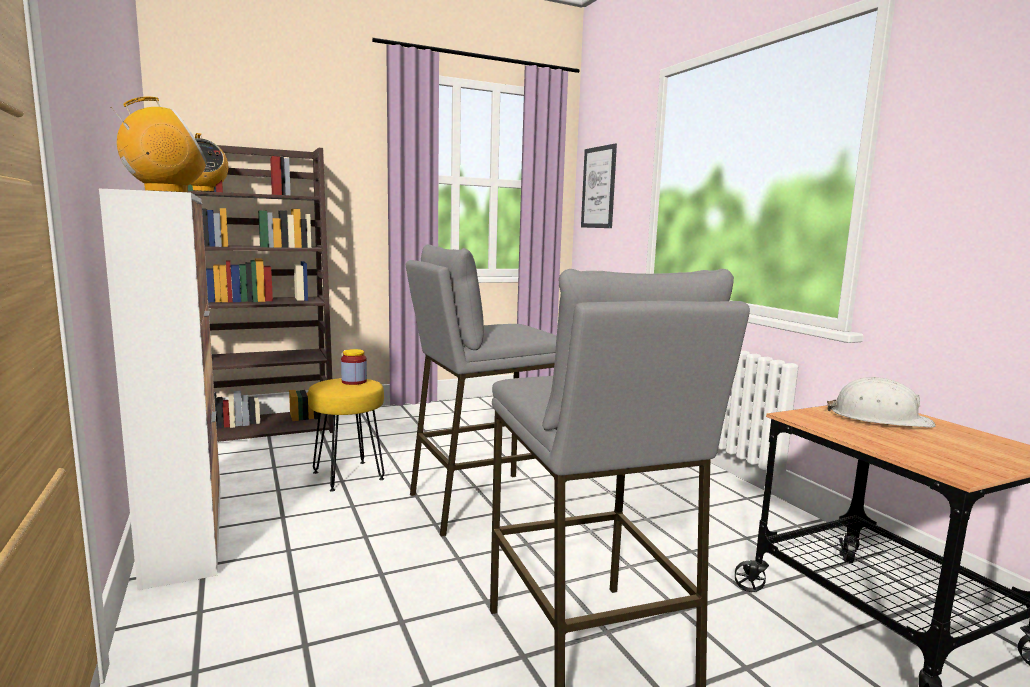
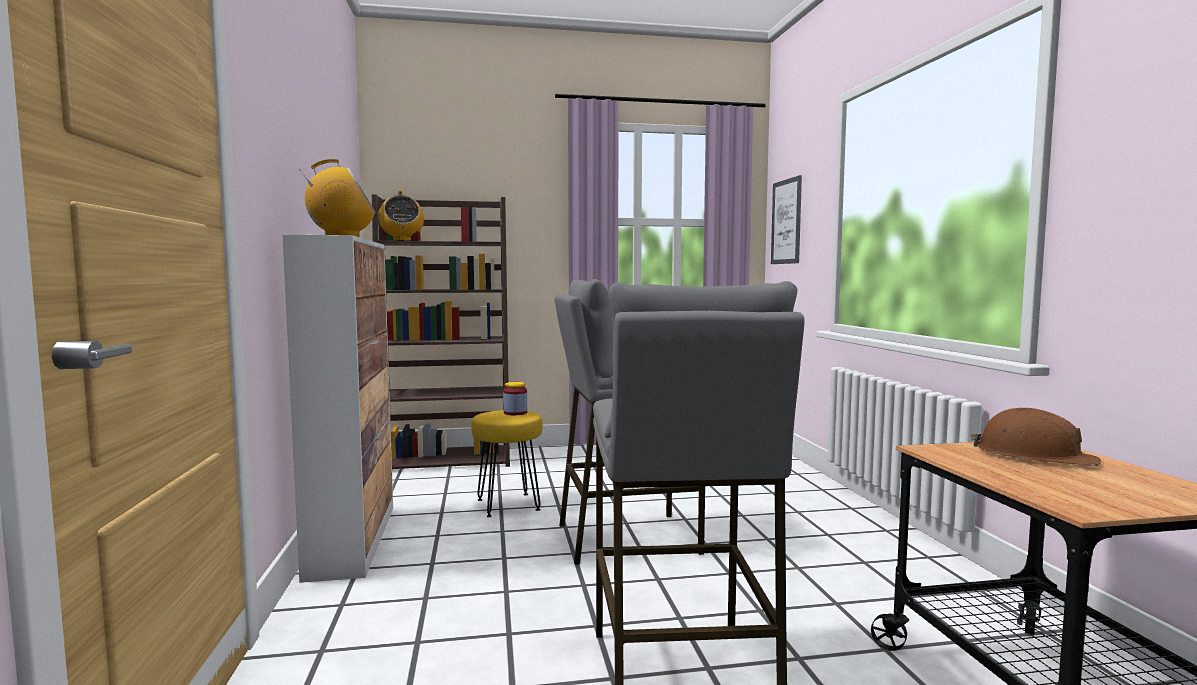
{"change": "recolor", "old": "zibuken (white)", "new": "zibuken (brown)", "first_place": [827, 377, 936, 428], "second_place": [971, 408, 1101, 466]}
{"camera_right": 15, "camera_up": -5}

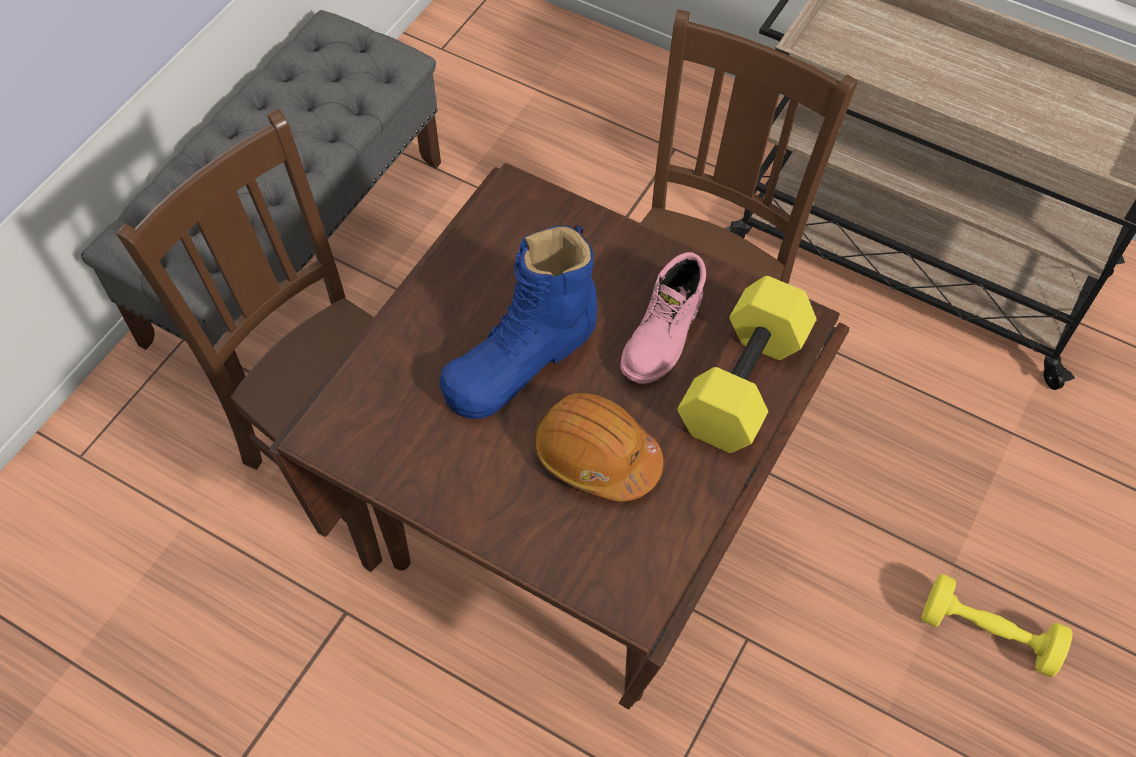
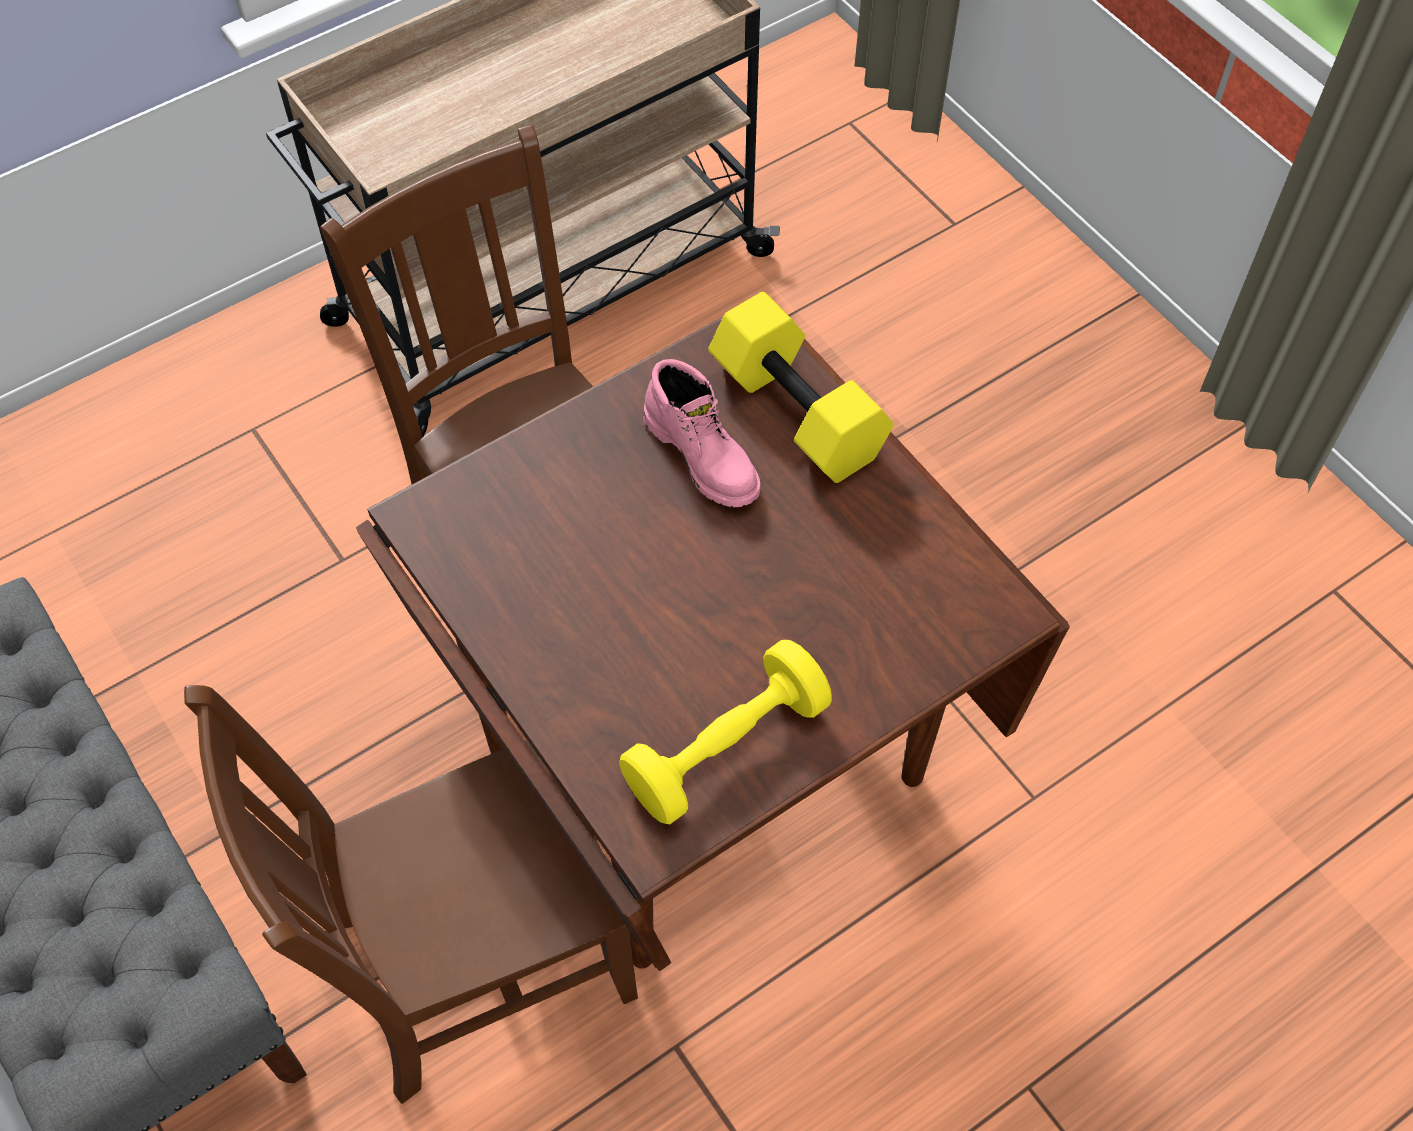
{"change": "move", "old": "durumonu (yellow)", "first_place": [922, 573, 1072, 677], "second_place": [619, 640, 832, 824]}
{"change": "delete", "old": "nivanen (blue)", "first_place": [440, 224, 597, 419]}
{"change": "delete", "old": "zibuken (orange)", "first_place": [534, 393, 663, 501]}
{"camera_right": -65, "camera_up": 0}

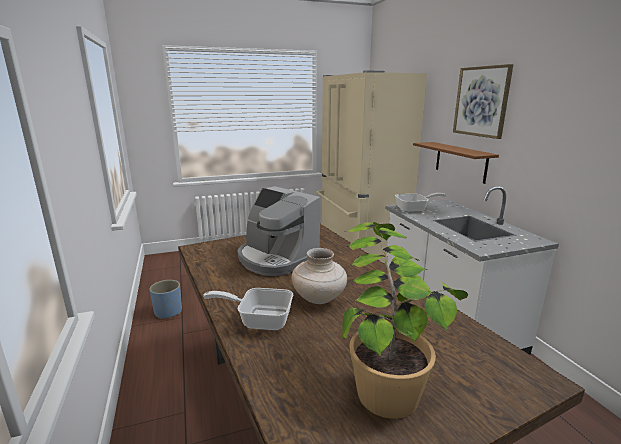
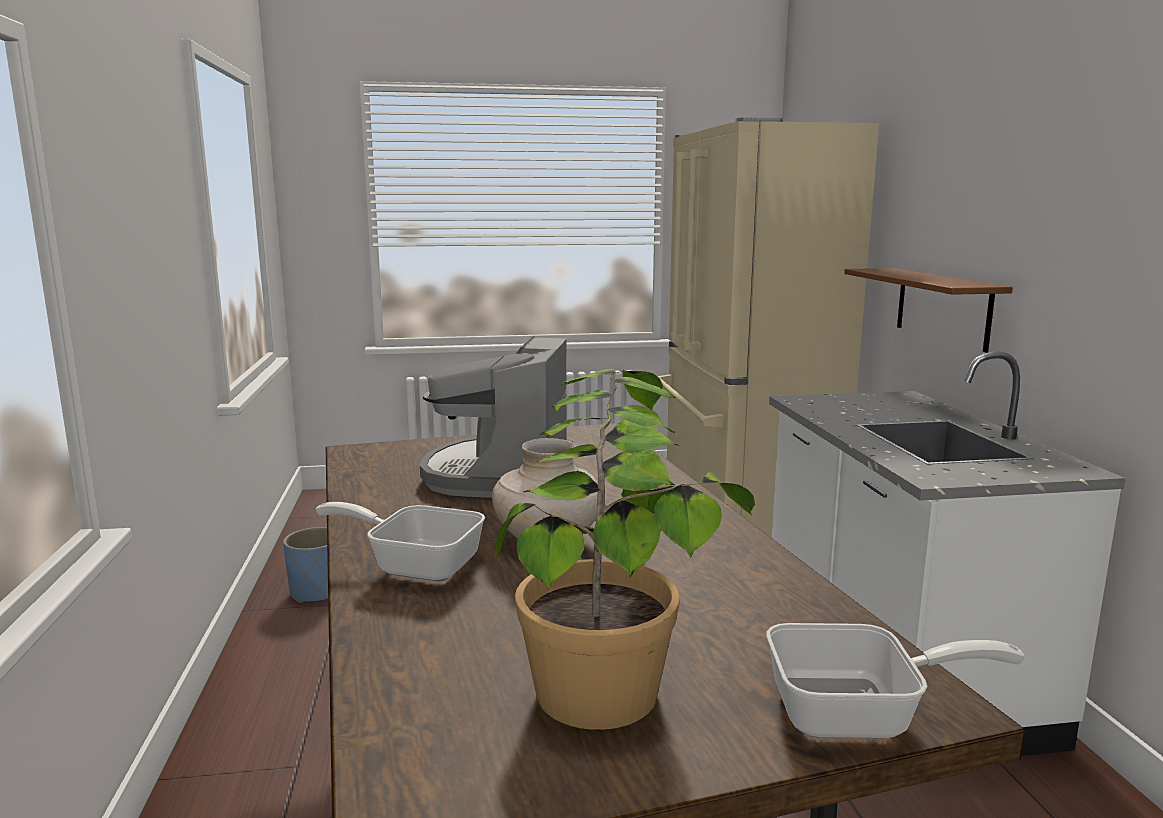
{"change": "rotate", "old": "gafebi", "first_place": [237, 186, 320, 276], "second_place": [420, 336, 573, 498], "degrees": 45}
{"change": "move", "old": "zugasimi", "first_place": [395, 193, 446, 212], "second_place": [766, 623, 1025, 738]}
{"change": "delete", "old": "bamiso", "first_place": [453, 64, 514, 139]}
{"camera_right": 10, "camera_up": -5}

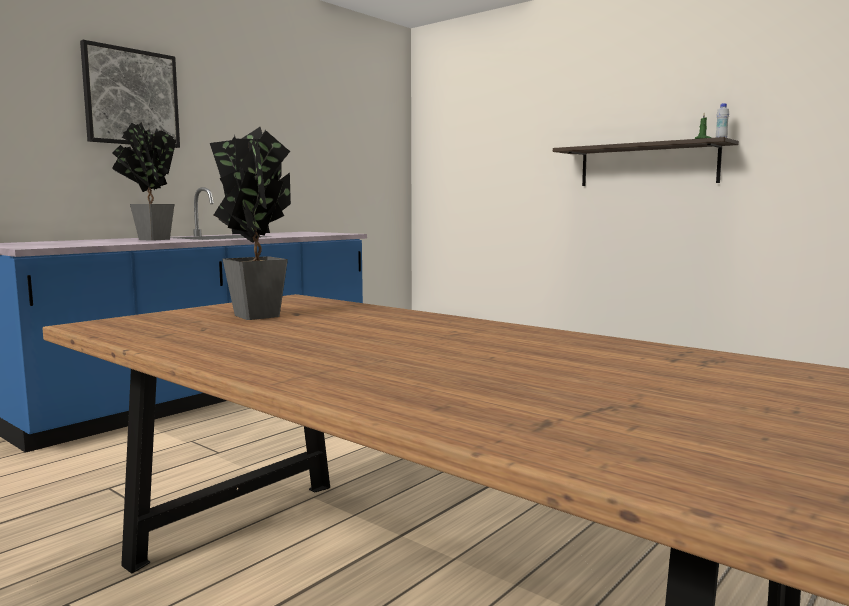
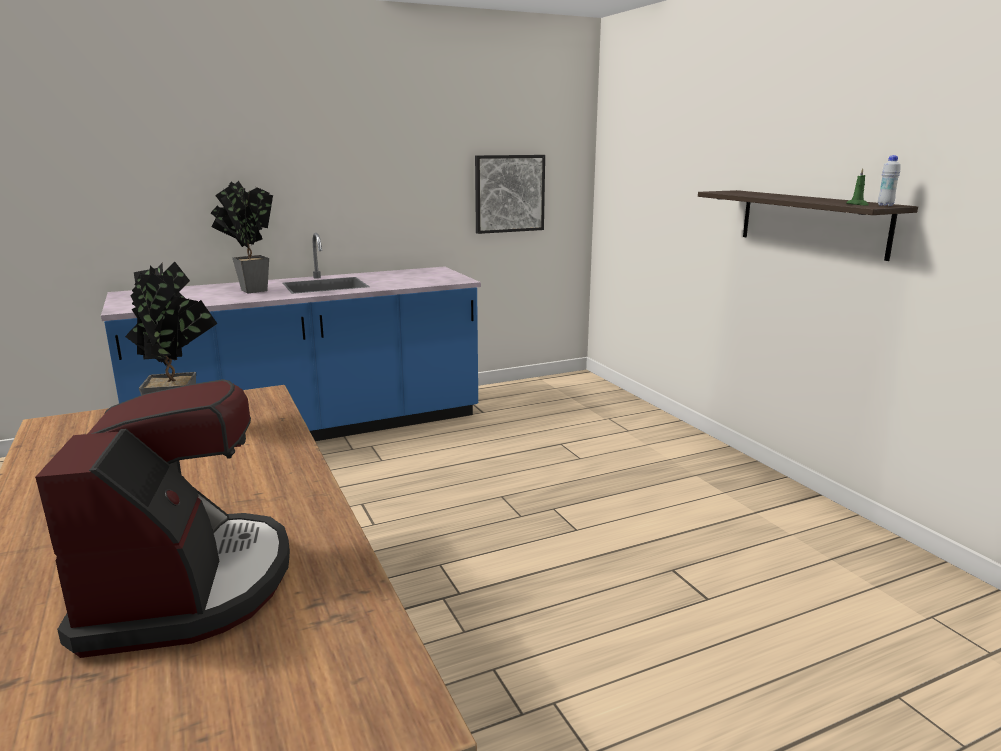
{"change": "insert", "new": "gafebi", "second_place": [35, 379, 290, 658]}
{"change": "move", "old": "bamiso", "first_place": [80, 40, 180, 148], "second_place": [475, 155, 545, 234]}
{"camera_right": 25, "camera_up": 10}

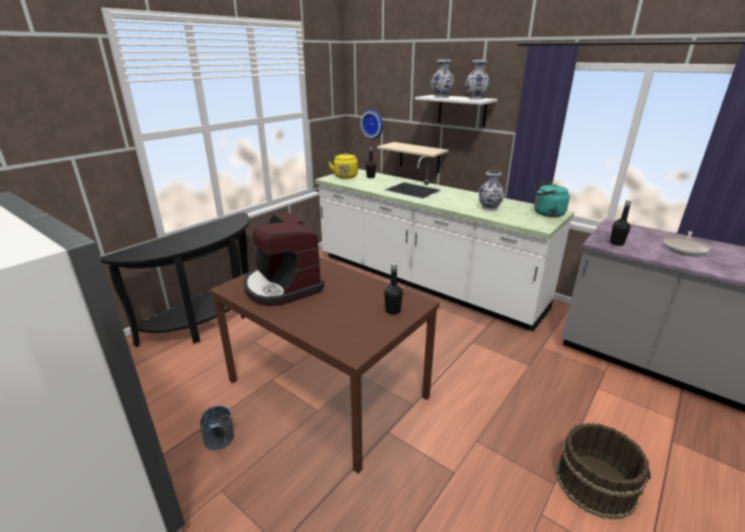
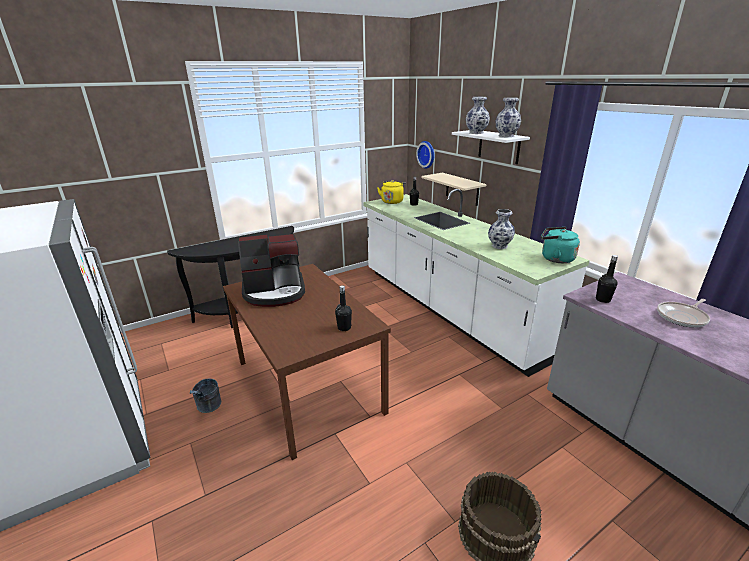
{"change": "rotate", "old": "gafebi", "first_place": [243, 212, 324, 306], "second_place": [238, 234, 305, 307], "degrees": -90}
{"camera_right": 20, "camera_up": 0}

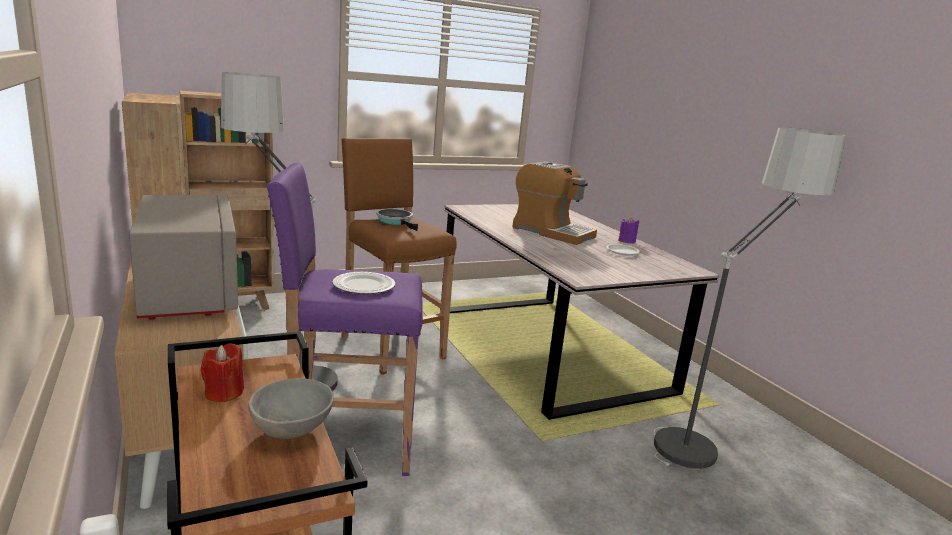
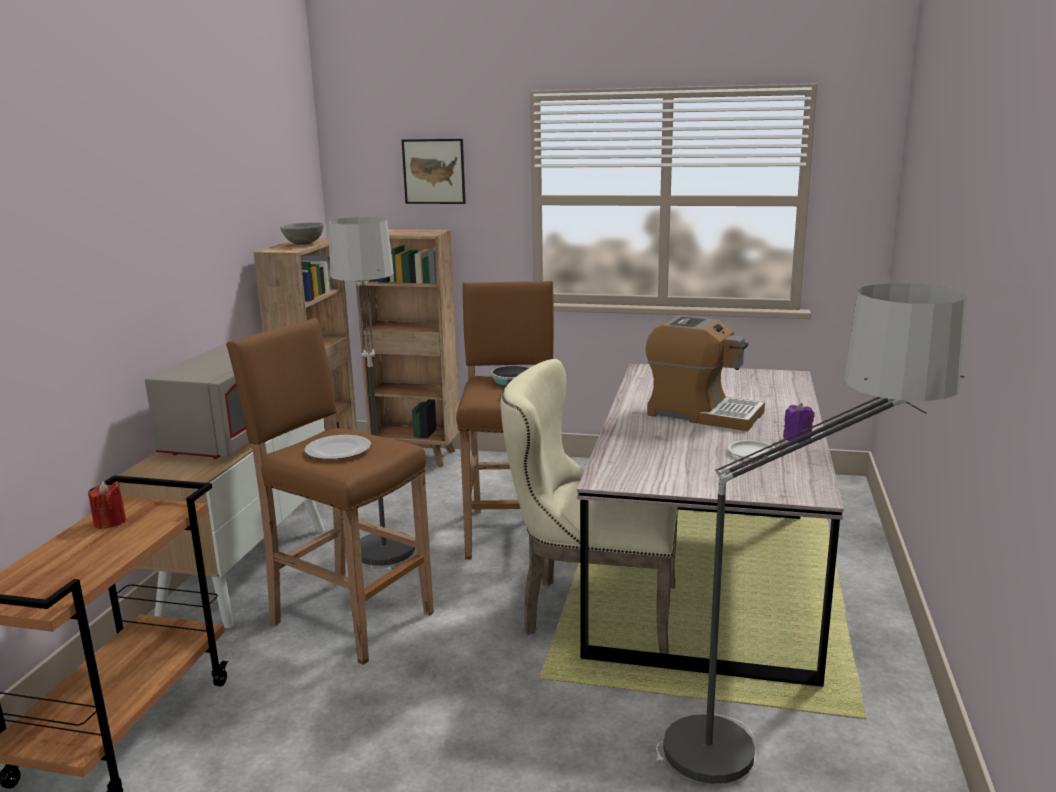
{"change": "recolor", "old": "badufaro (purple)", "new": "badufaro (brown)", "first_place": [266, 163, 423, 476], "second_place": [226, 318, 434, 665]}
{"change": "move", "old": "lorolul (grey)", "first_place": [248, 378, 334, 439], "second_place": [281, 222, 323, 245]}
{"change": "insert", "new": "bamiso", "second_place": [402, 139, 466, 204]}
{"change": "insert", "new": "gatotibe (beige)", "second_place": [500, 359, 678, 654]}
{"change": "rotate", "old": "gafebi", "first_place": [512, 161, 597, 245], "second_place": [646, 316, 765, 431], "degrees": -45}
{"camera_right": 40, "camera_up": 0}

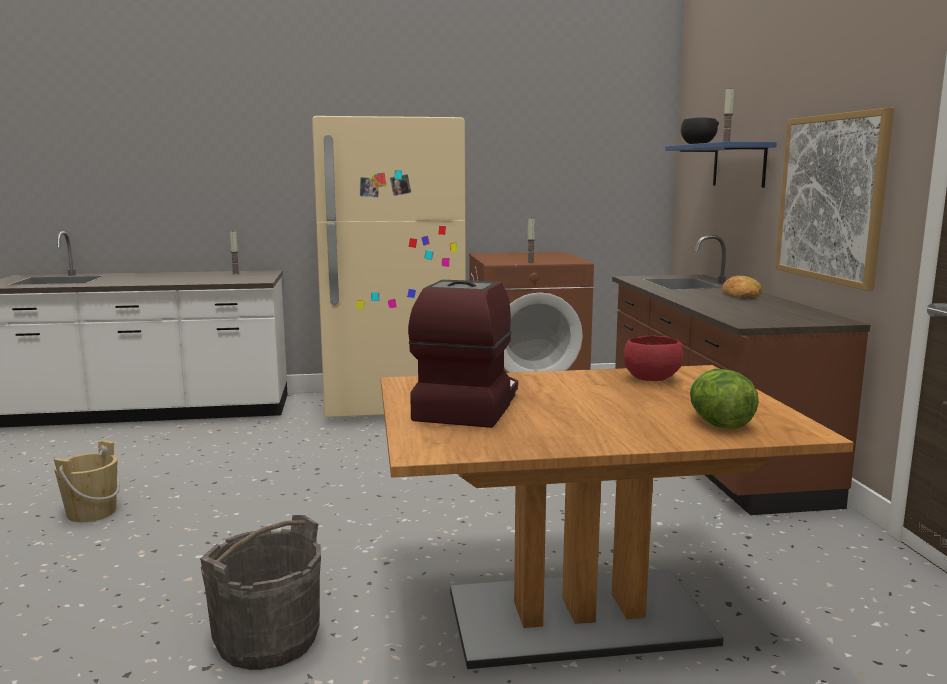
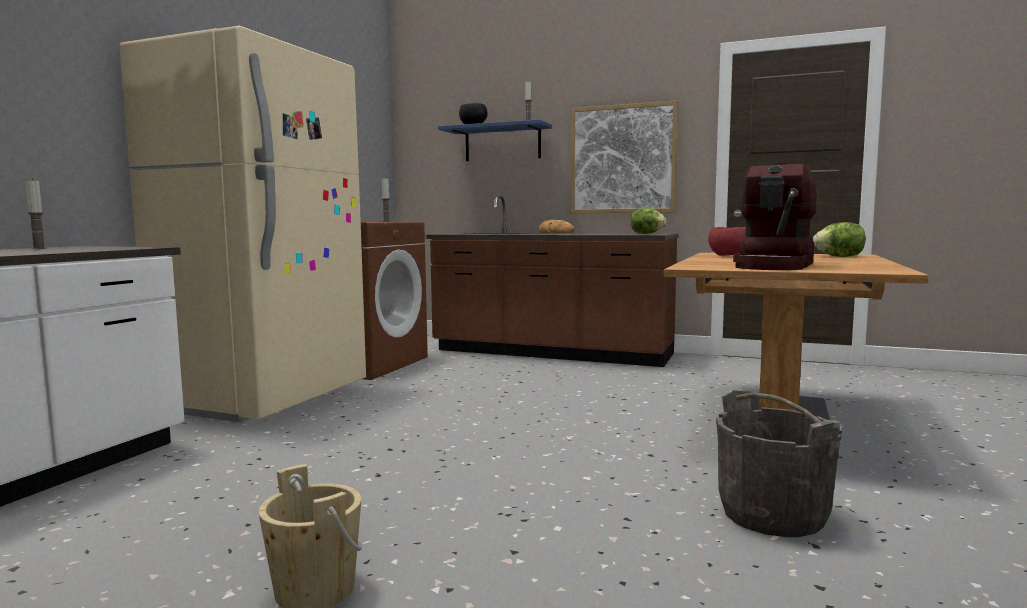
{"change": "insert", "new": "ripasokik", "second_place": [631, 208, 667, 234]}
{"change": "rotate", "old": "gafebi", "first_place": [408, 280, 518, 428], "second_place": [733, 163, 817, 270], "degrees": -105}
{"camera_right": -60, "camera_up": -5}

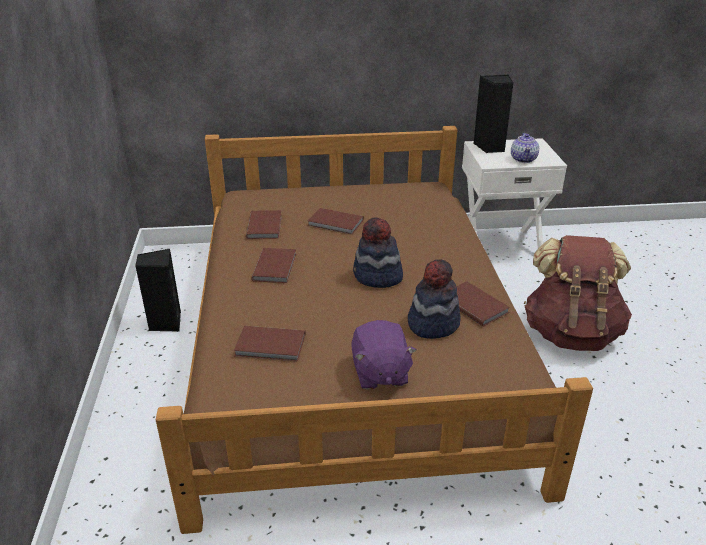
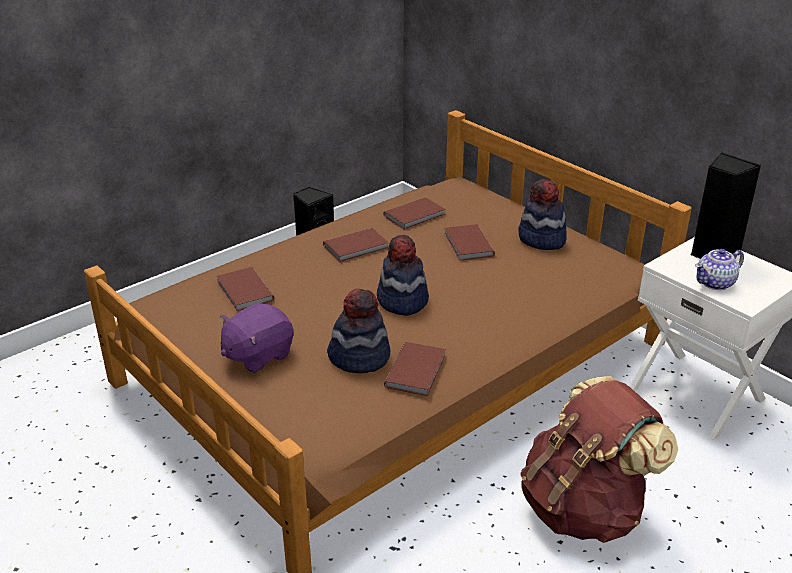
{"change": "insert", "new": "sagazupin", "second_place": [518, 179, 567, 250]}
{"camera_right": 55, "camera_up": 0}

